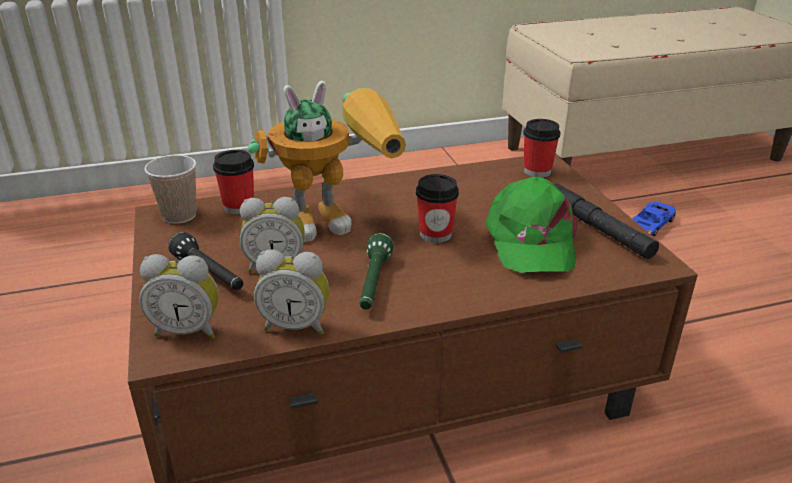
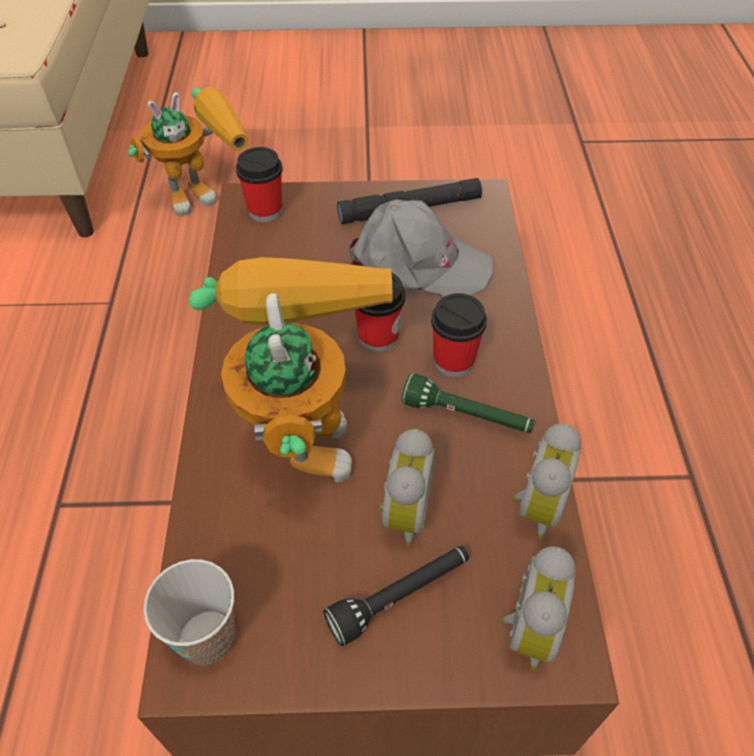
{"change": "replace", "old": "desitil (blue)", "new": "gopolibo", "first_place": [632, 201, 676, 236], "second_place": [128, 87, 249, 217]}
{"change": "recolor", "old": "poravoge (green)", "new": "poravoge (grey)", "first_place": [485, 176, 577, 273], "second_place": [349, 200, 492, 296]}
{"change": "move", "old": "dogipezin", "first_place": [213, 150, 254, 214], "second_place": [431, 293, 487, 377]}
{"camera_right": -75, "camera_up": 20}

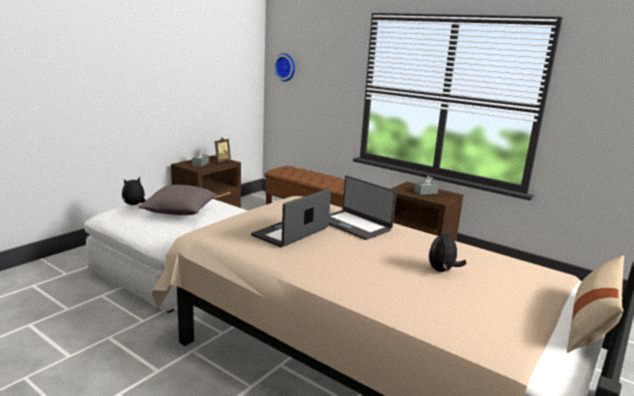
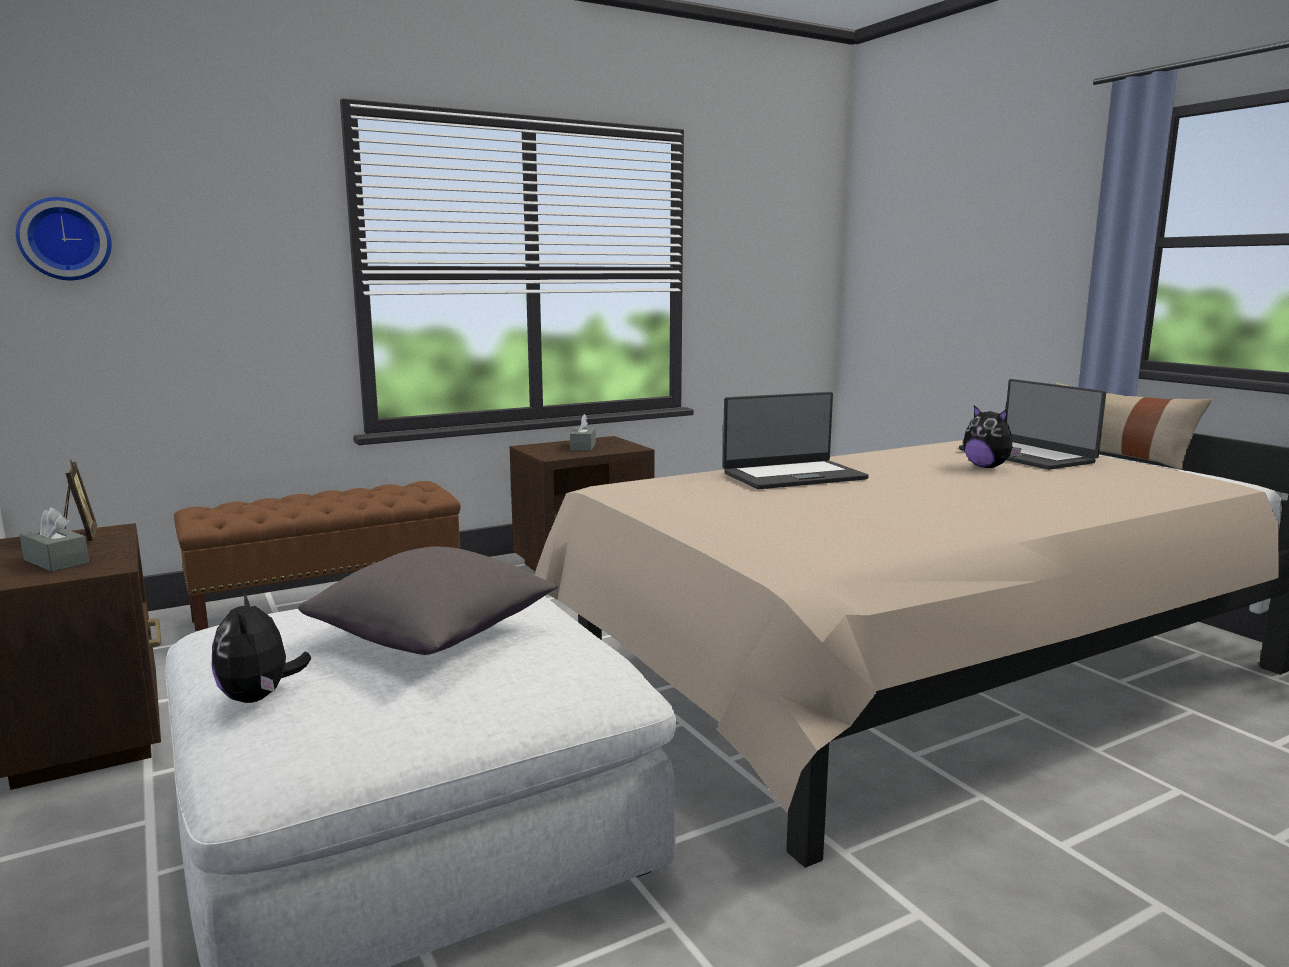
{"change": "move", "old": "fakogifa", "first_place": [251, 189, 331, 247], "second_place": [959, 379, 1106, 470]}
{"camera_right": -65, "camera_up": -5}

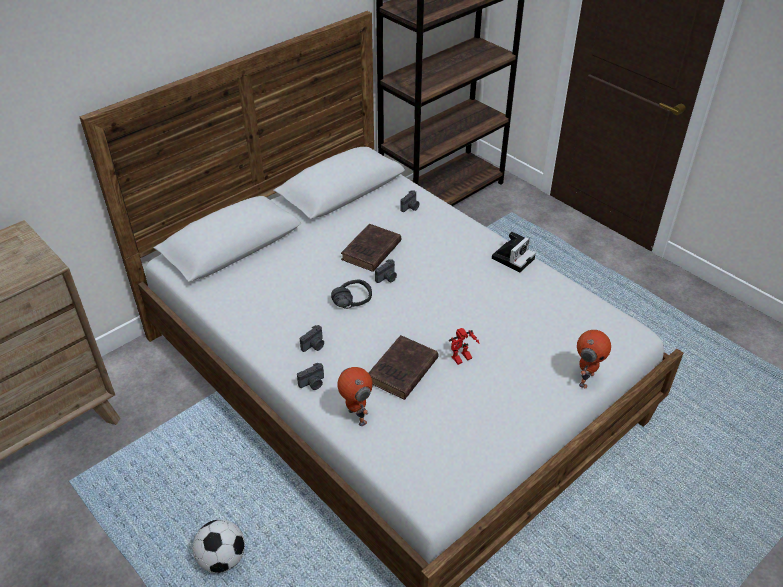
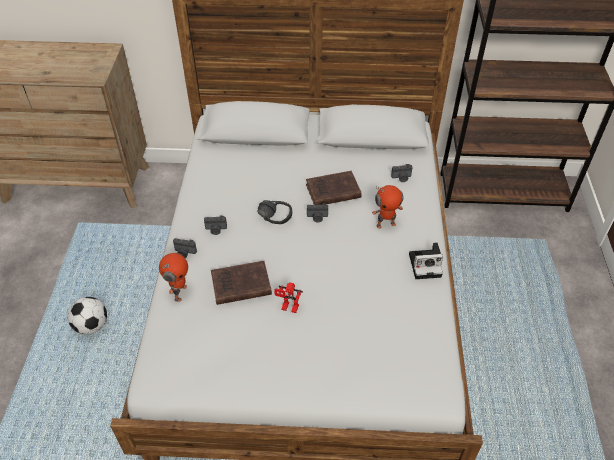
{"change": "move", "old": "gopolibo", "first_place": [577, 330, 611, 388], "second_place": [372, 185, 403, 229]}
{"camera_right": 45, "camera_up": 5}

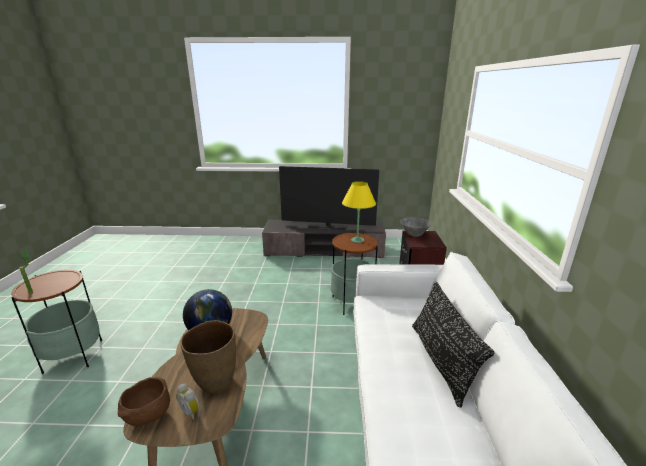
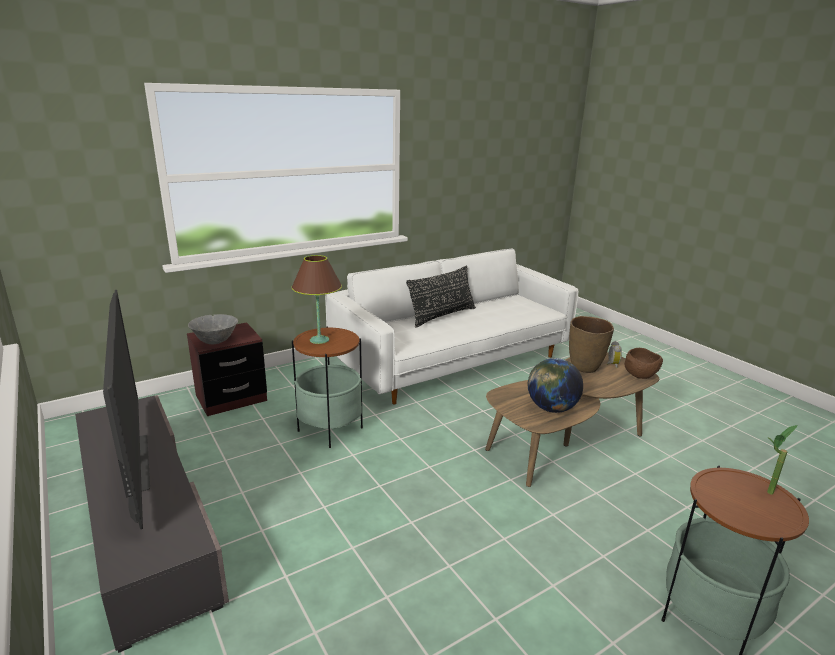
{"change": "recolor", "old": "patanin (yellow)", "new": "patanin (brown)", "first_place": [342, 181, 376, 243], "second_place": [292, 255, 342, 344]}
{"camera_right": -125, "camera_up": 0}

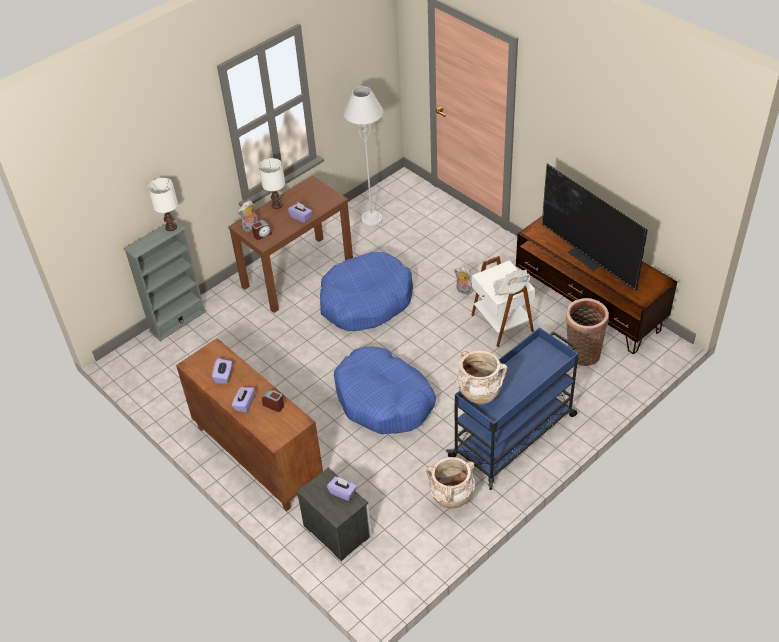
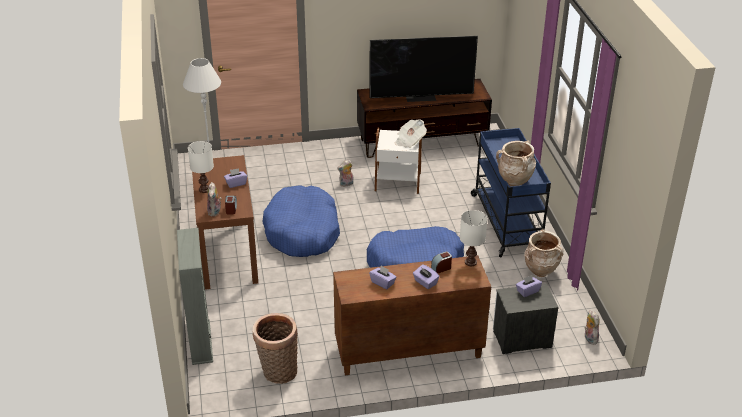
{"change": "move", "old": "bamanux", "first_place": [566, 298, 609, 366], "second_place": [253, 313, 298, 384]}
{"change": "move", "old": "patanin (white)", "first_place": [148, 178, 178, 231], "second_place": [460, 210, 488, 266]}
{"change": "insert", "new": "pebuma", "second_place": [584, 311, 600, 345]}
{"camera_right": -60, "camera_up": -10}

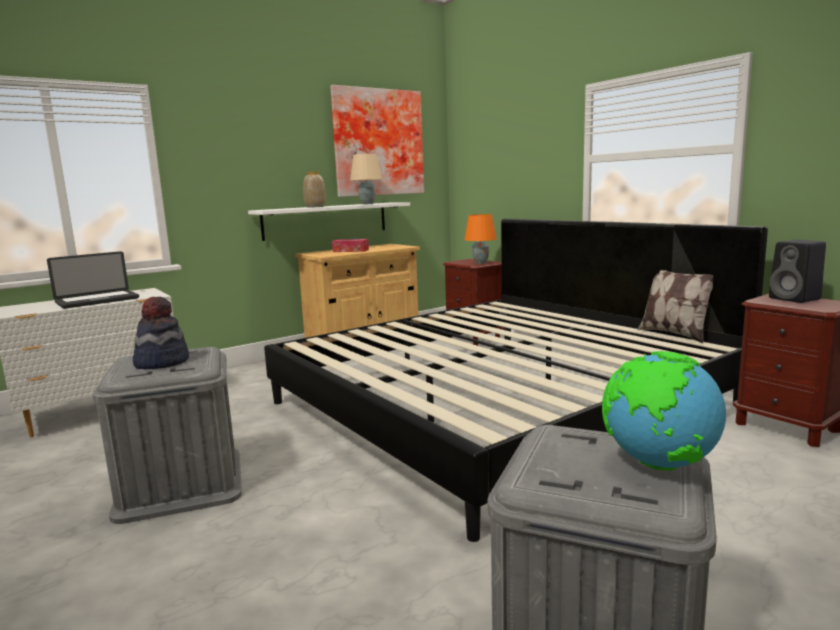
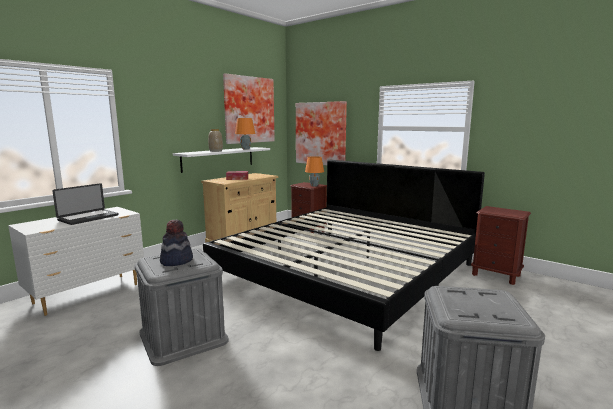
{"change": "recolor", "old": "patanin (beige)", "new": "patanin (orange)", "first_place": [350, 154, 382, 205], "second_place": [235, 118, 255, 149]}
{"change": "insert", "new": "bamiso", "second_place": [296, 101, 347, 165]}
{"change": "delete", "old": "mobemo", "first_place": [602, 351, 726, 471]}
{"change": "delete", "old": "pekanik", "first_place": [637, 270, 714, 343]}
{"change": "delete", "old": "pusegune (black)", "first_place": [769, 240, 826, 303]}
{"camera_right": -15, "camera_up": 0}

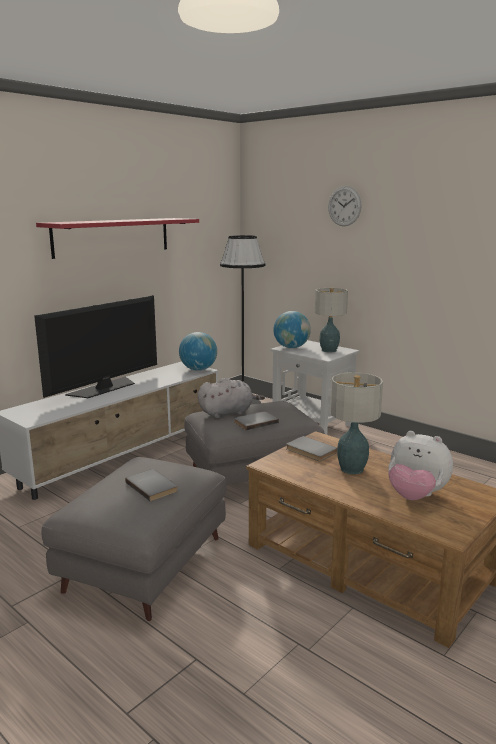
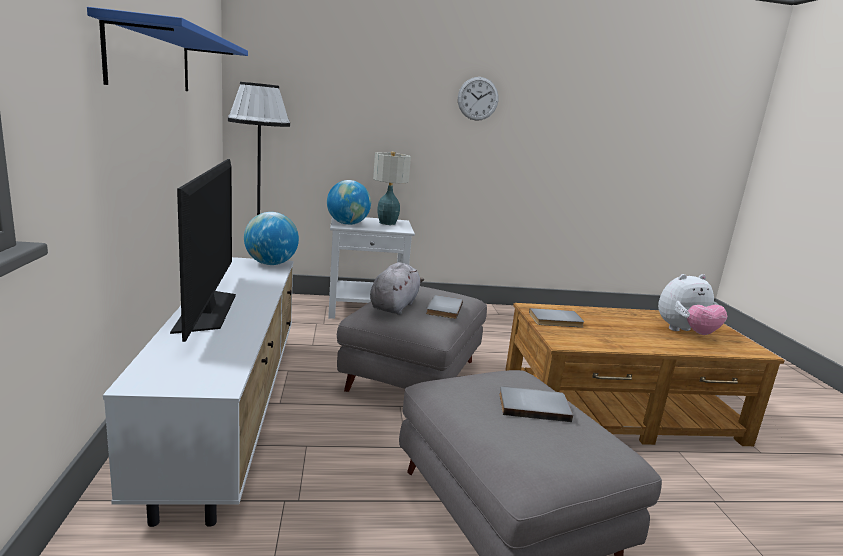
{"change": "recolor", "old": "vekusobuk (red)", "new": "vekusobuk (blue)", "first_place": [36, 218, 199, 259], "second_place": [87, 7, 248, 91]}
{"change": "move", "old": "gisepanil", "first_place": [328, 186, 362, 226], "second_place": [458, 77, 498, 121]}
{"change": "delete", "old": "patanin", "first_place": [330, 372, 383, 474]}
{"camera_right": -50, "camera_up": 0}

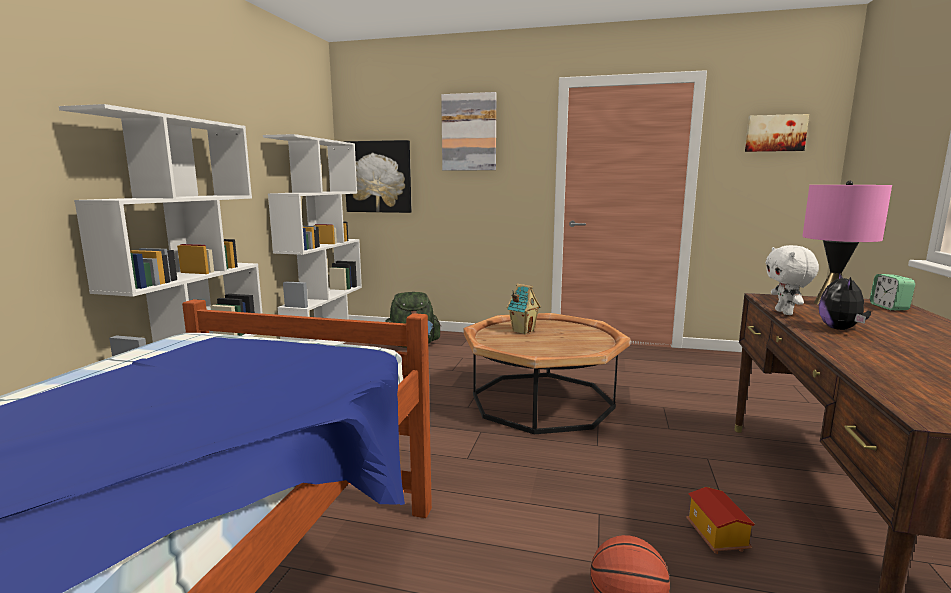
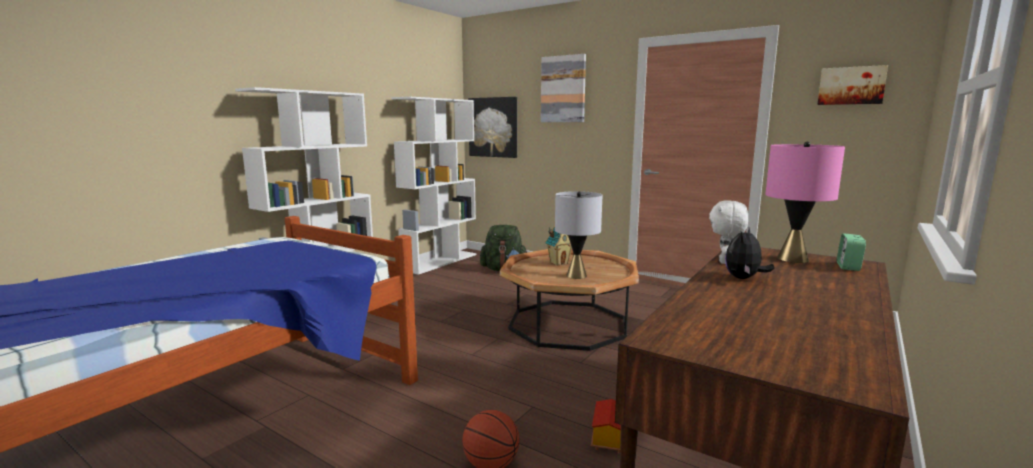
{"change": "insert", "new": "patanin (grey)", "second_place": [555, 191, 602, 279]}
{"camera_right": 20, "camera_up": 0}

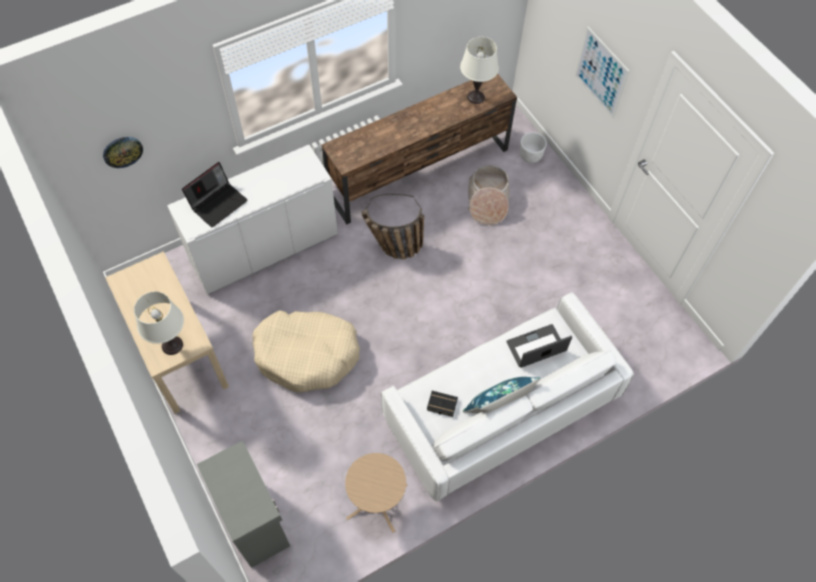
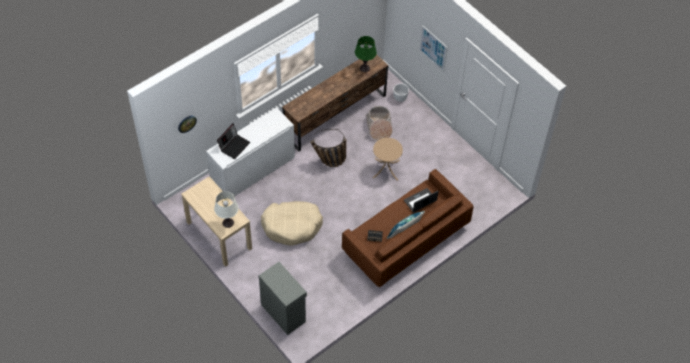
{"change": "recolor", "old": "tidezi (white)", "new": "tidezi (brown)", "first_place": [381, 292, 634, 502], "second_place": [342, 169, 474, 288]}
{"change": "recolor", "old": "patanin (white)", "new": "patanin (green)", "first_place": [460, 37, 499, 104], "second_place": [355, 36, 377, 72]}
{"change": "move", "old": "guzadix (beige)", "first_place": [345, 453, 408, 533], "second_place": [372, 138, 403, 181]}
{"camera_right": -10, "camera_up": -5}

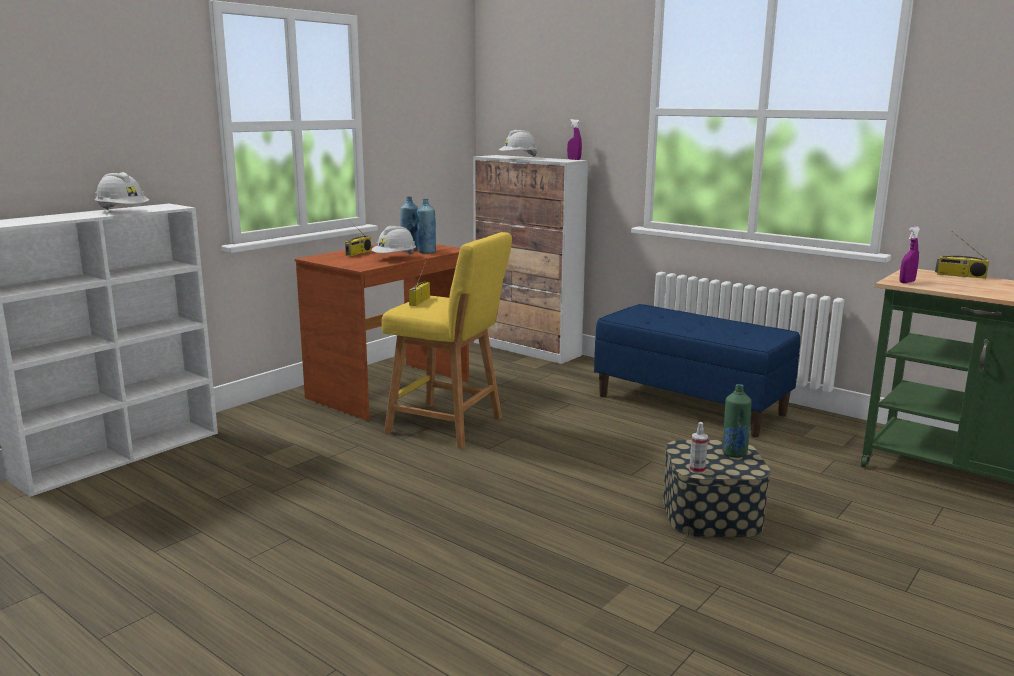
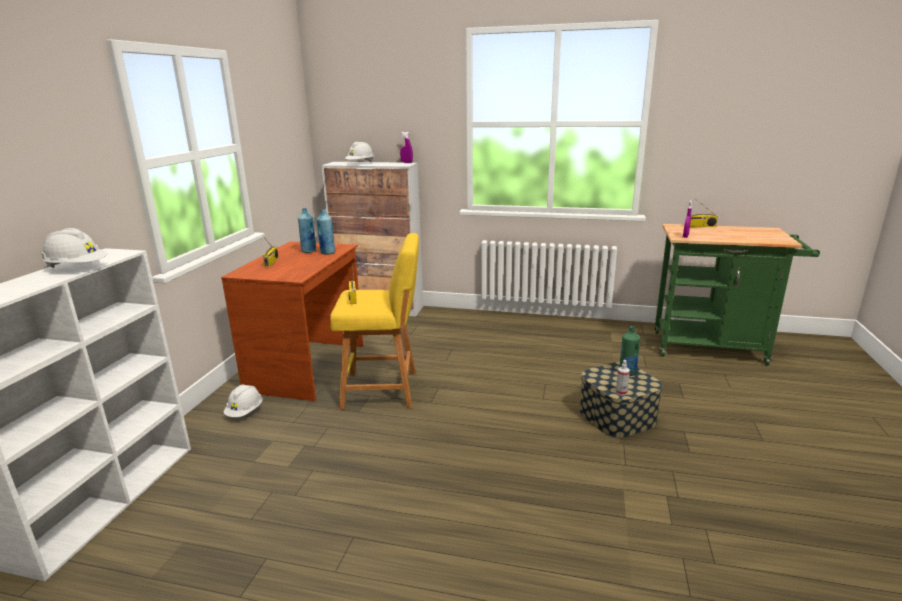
{"change": "move", "old": "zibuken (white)", "first_place": [371, 226, 416, 255], "second_place": [223, 385, 262, 417]}
{"change": "delete", "old": "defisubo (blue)", "first_place": [594, 304, 800, 437]}
{"camera_right": -25, "camera_up": 5}

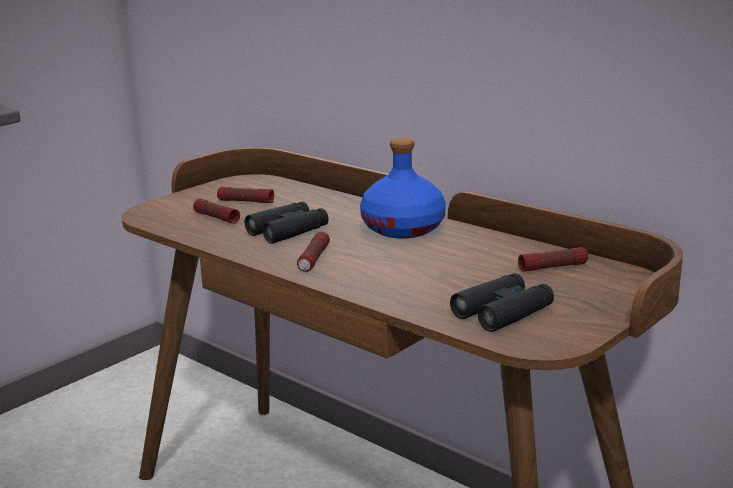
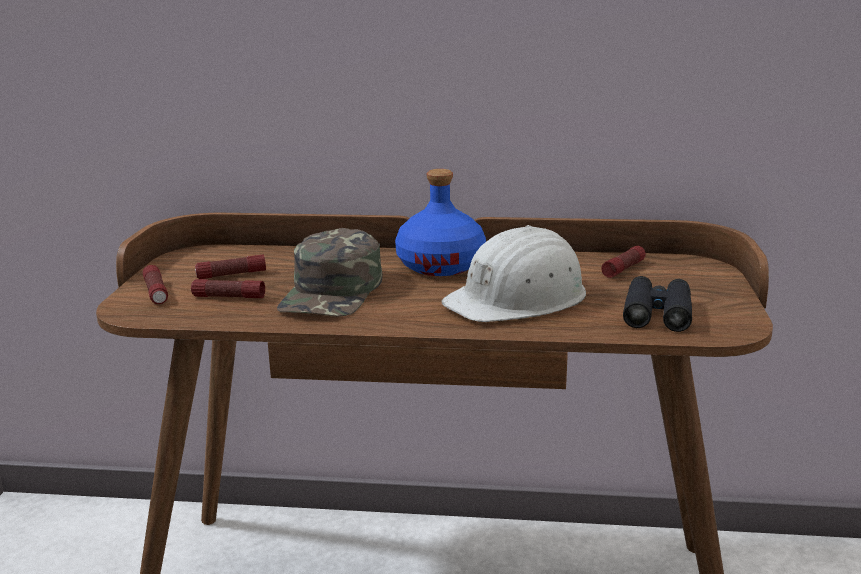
{"change": "move", "old": "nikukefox", "first_place": [297, 232, 330, 272], "second_place": [143, 265, 168, 304]}
{"change": "replace", "old": "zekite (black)", "new": "poravoge (green)", "first_place": [245, 202, 328, 244], "second_place": [277, 228, 383, 317]}
{"change": "insert", "new": "zibuken (white)", "second_place": [441, 225, 586, 322]}
{"camera_right": -35, "camera_up": 0}

